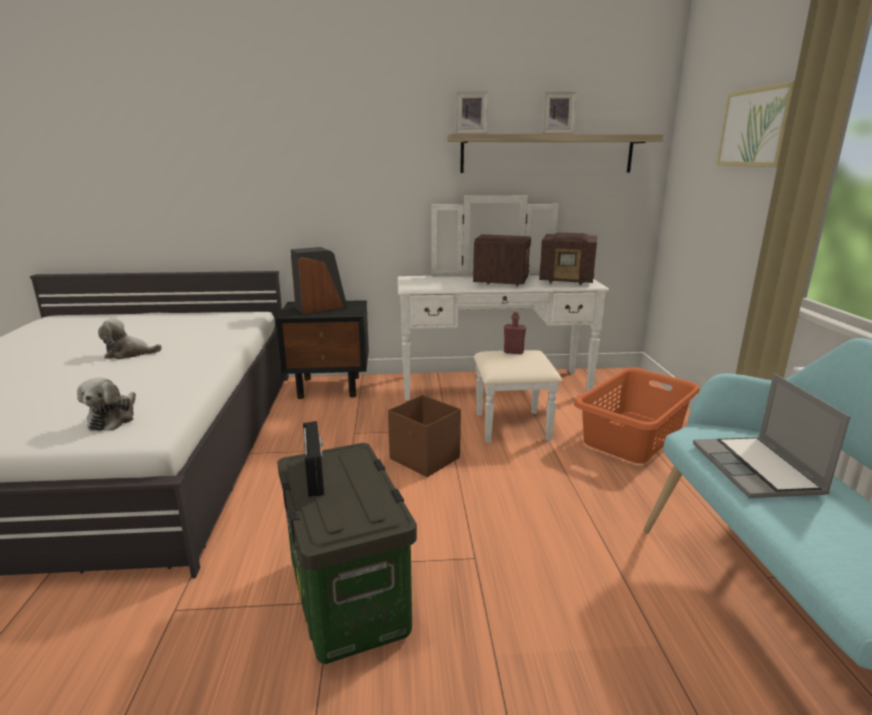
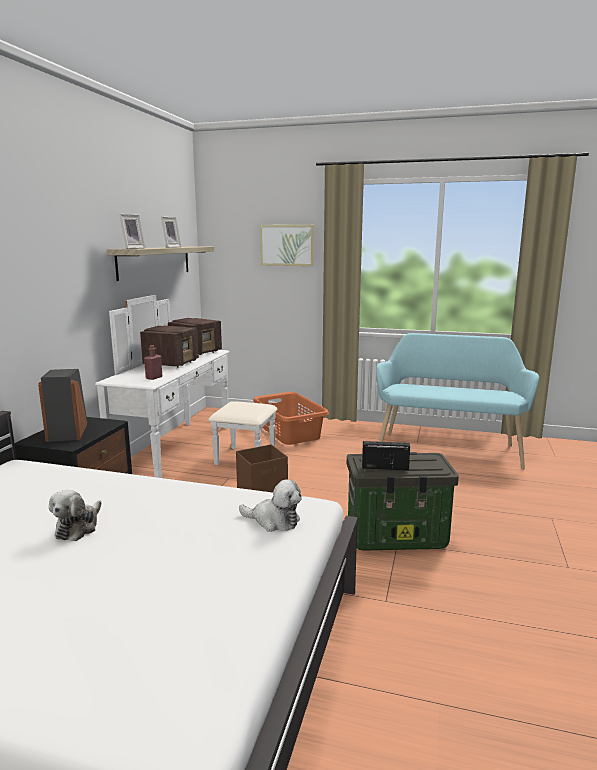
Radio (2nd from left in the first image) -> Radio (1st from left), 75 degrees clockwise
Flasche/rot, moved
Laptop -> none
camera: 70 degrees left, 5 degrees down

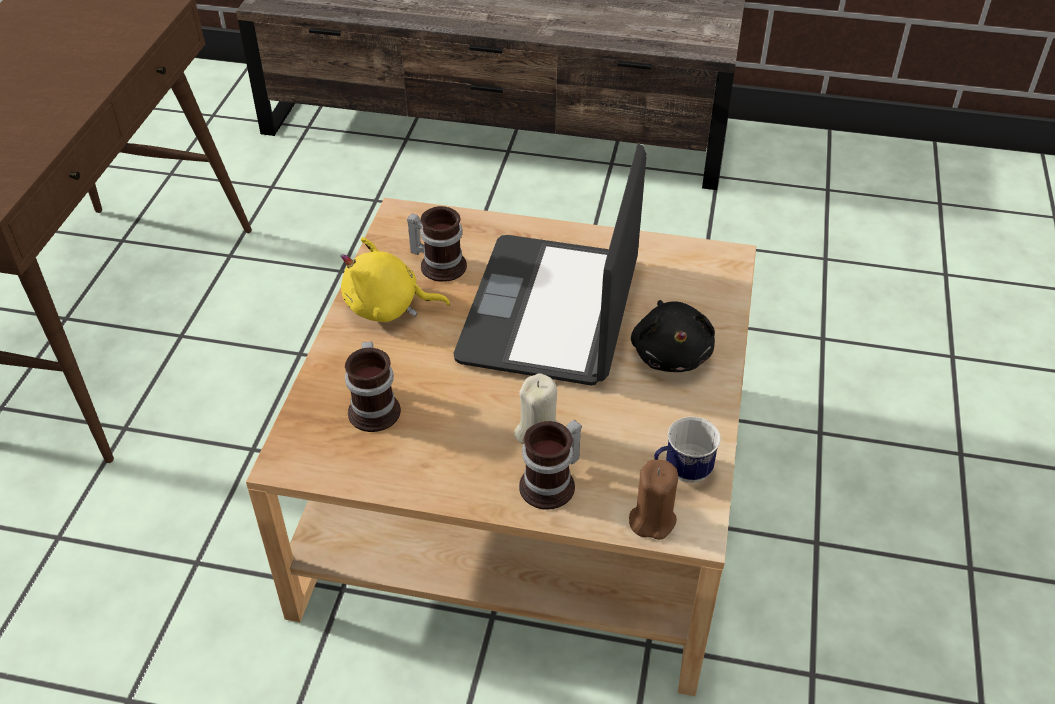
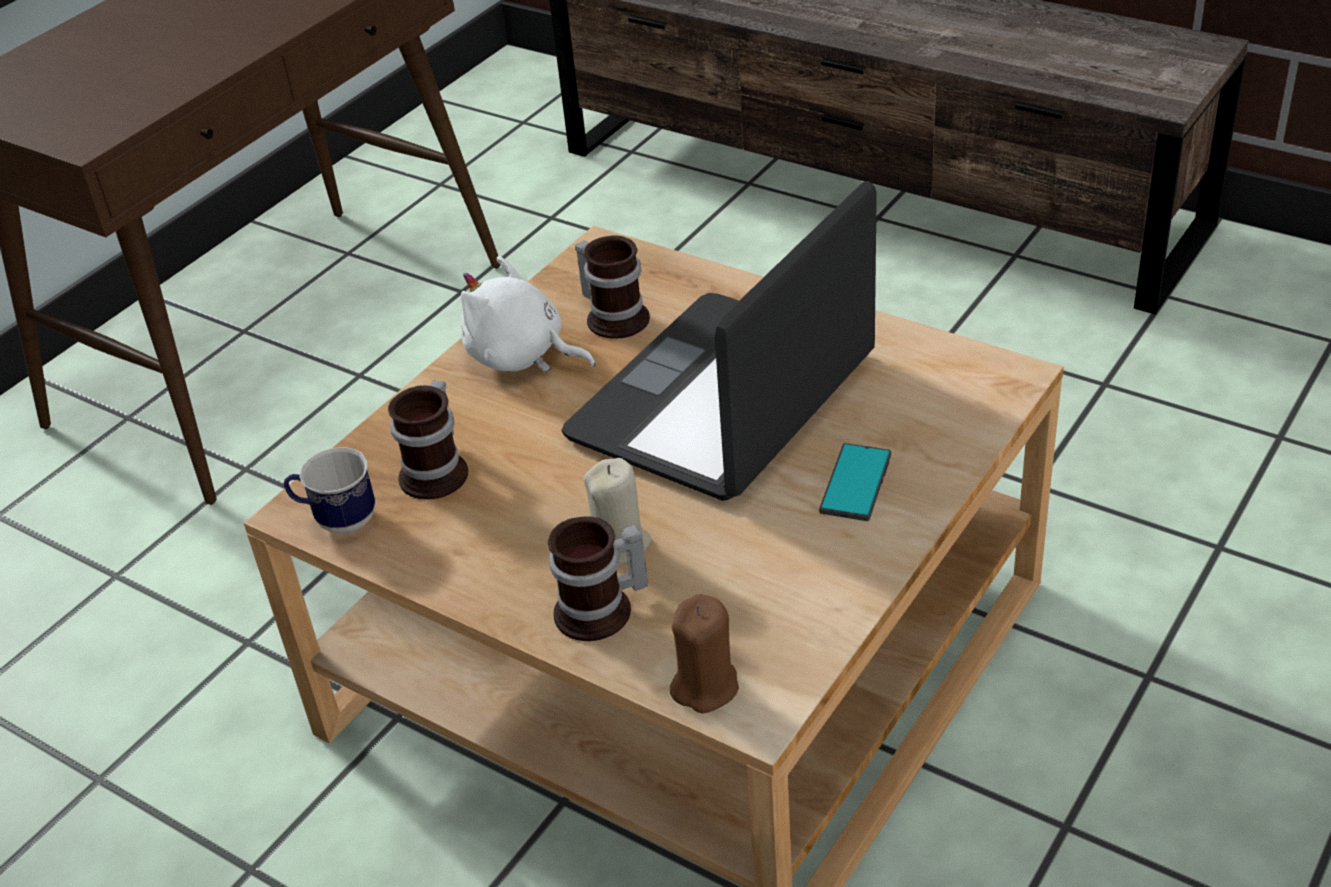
Plüschtier/gelb -> Plüschtier/weiß
Plüschtier/schwarz -> Handy
Henkelbecher (4th from left in the first image) -> Henkelbecher (1st from left), moved
camera: 25 degrees right, 5 degrees down

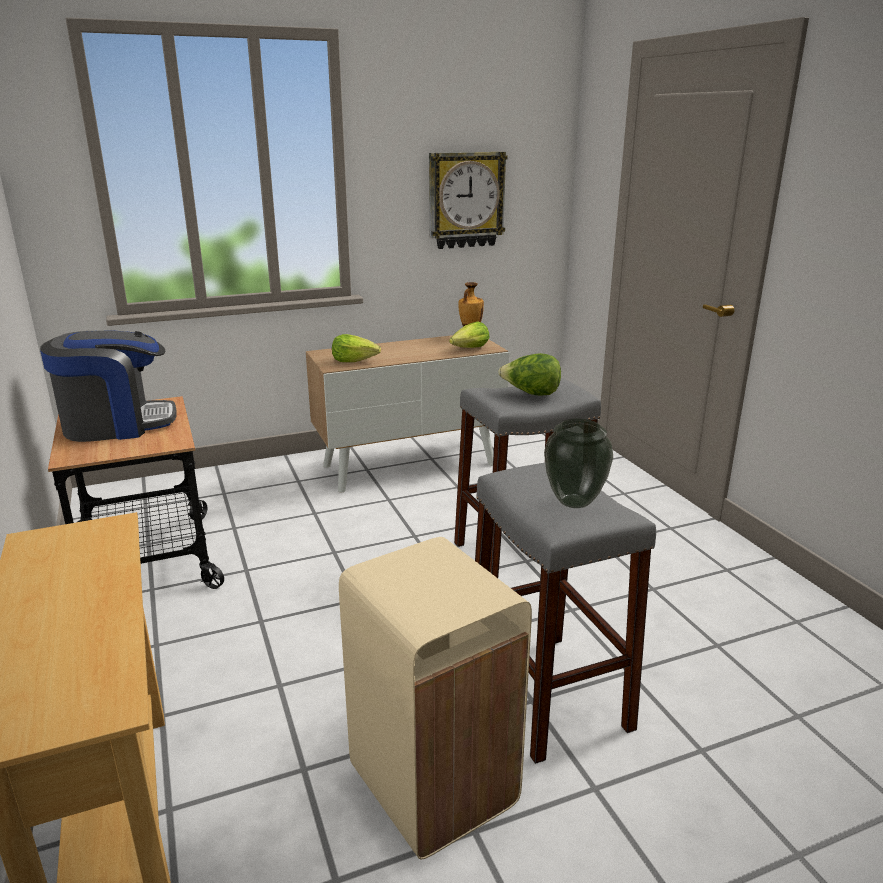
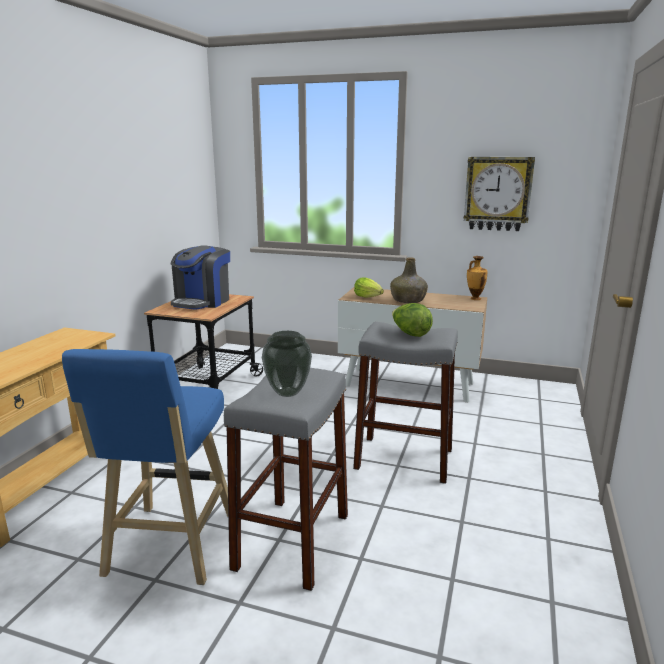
Kaffeemaschine, 90 degrees clockwise
Mülleimer/beige -> Hocker/blau
Salatkopf (2nd from left) -> none
none -> Flasche/grün
camera: 40 degrees right, 5 degrees down

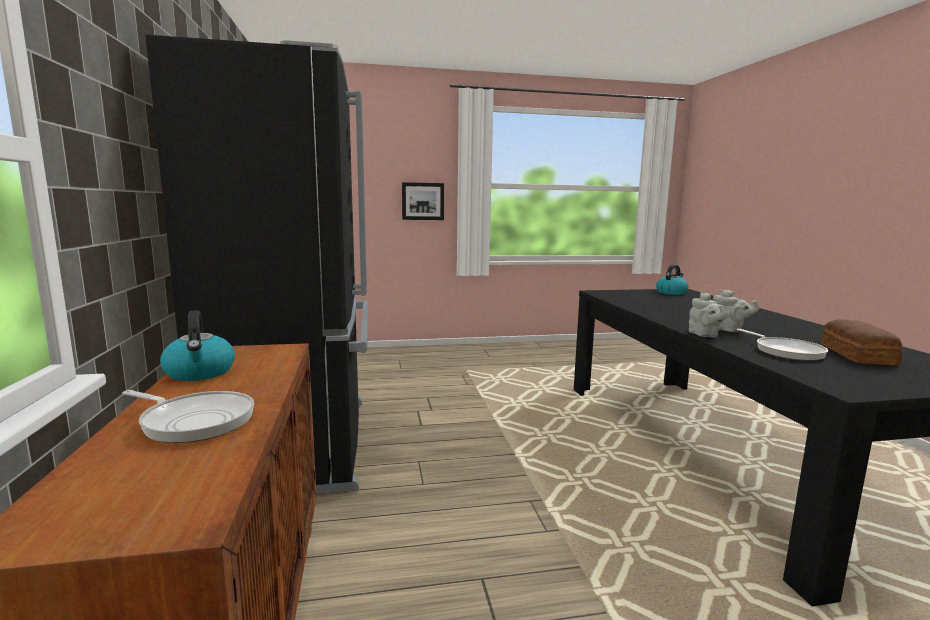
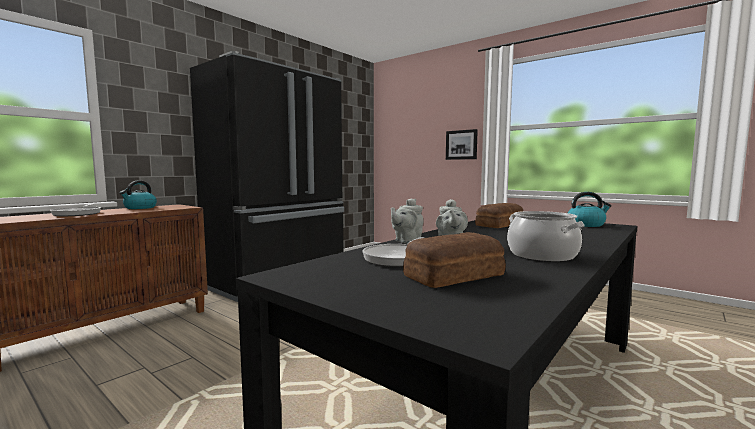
none -> Brot (2nd from left)
none -> Kochtopf
camera: 50 degrees right, 5 degrees down

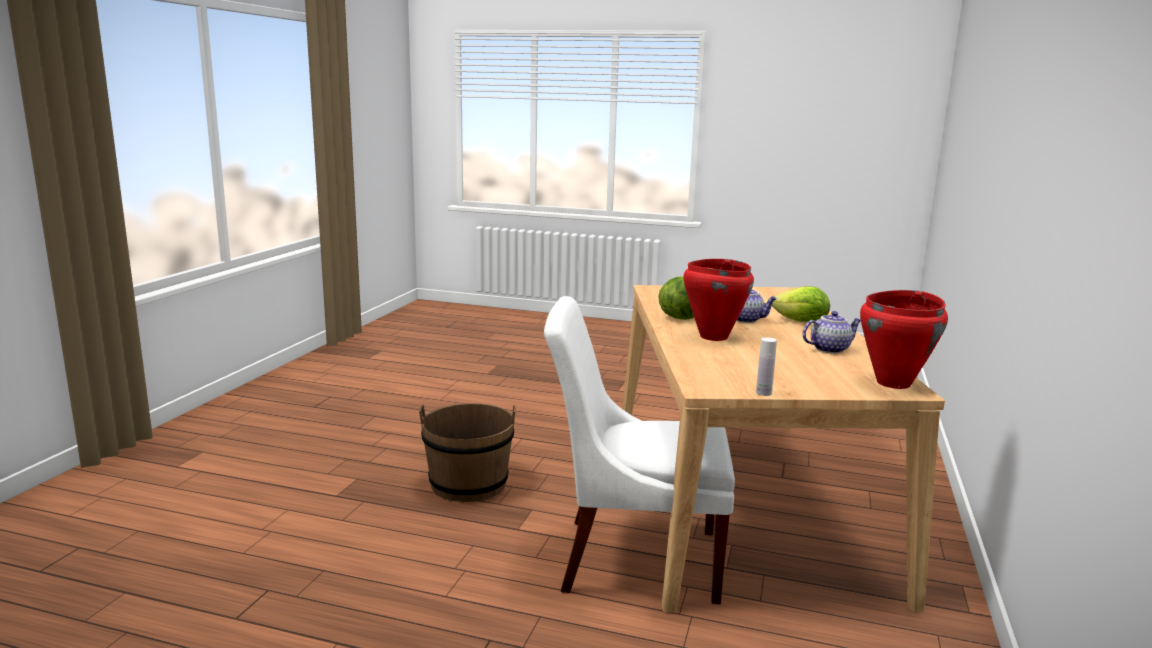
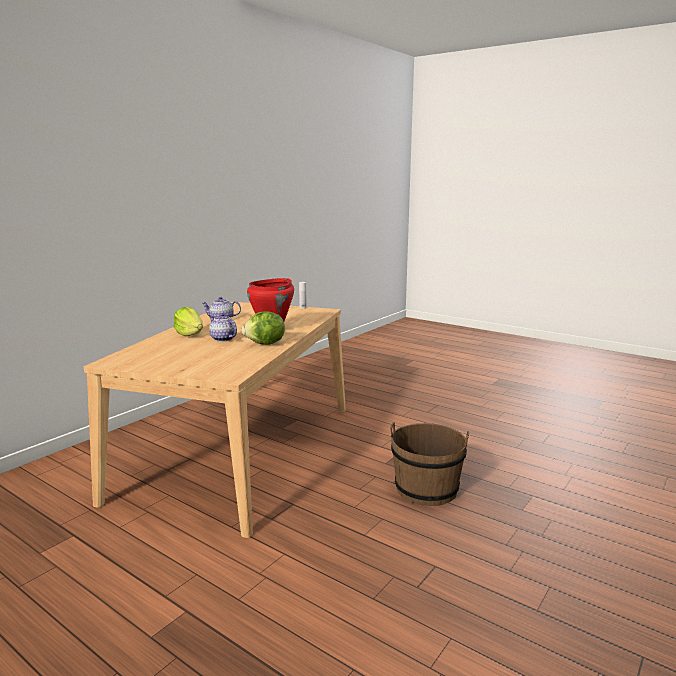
Stuhl/weiß -> none
Kochtopf/rot (2nd from left) -> none
camera: 160 degrees left, 0 degrees up

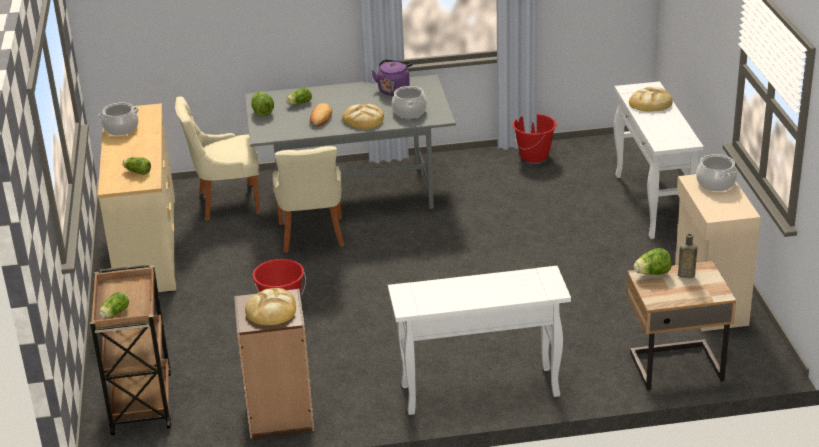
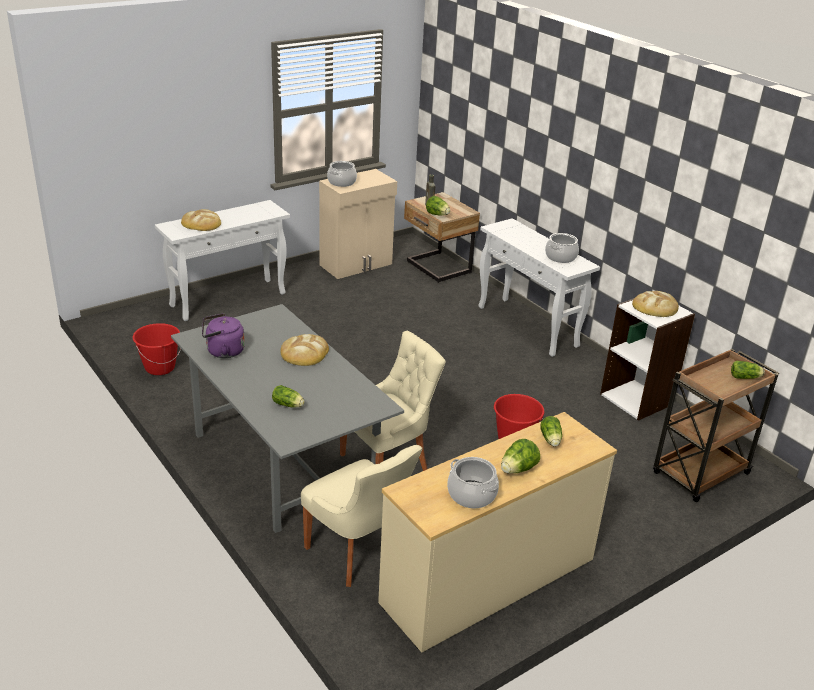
Bücherregal/braun -> Bücherregal/weiß
Salatkopf (3rd from left), moved
Brot (2nd from left) -> none
Kochtopf (2nd from left in the first image) -> Kochtopf (3rd from left), moved
camera: 120 degrees left, 0 degrees up

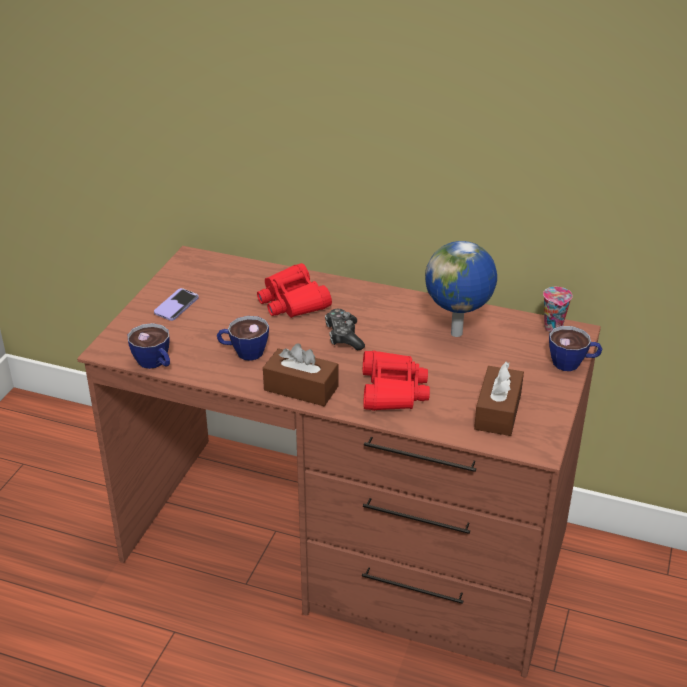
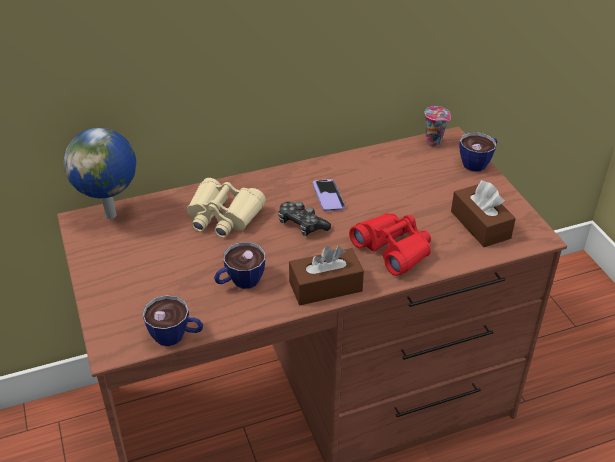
Handy, moved
Fernglas/rot (1st from left) -> Fernglas/beige
Globus, moved
camera: 40 degrees left, 5 degrees up

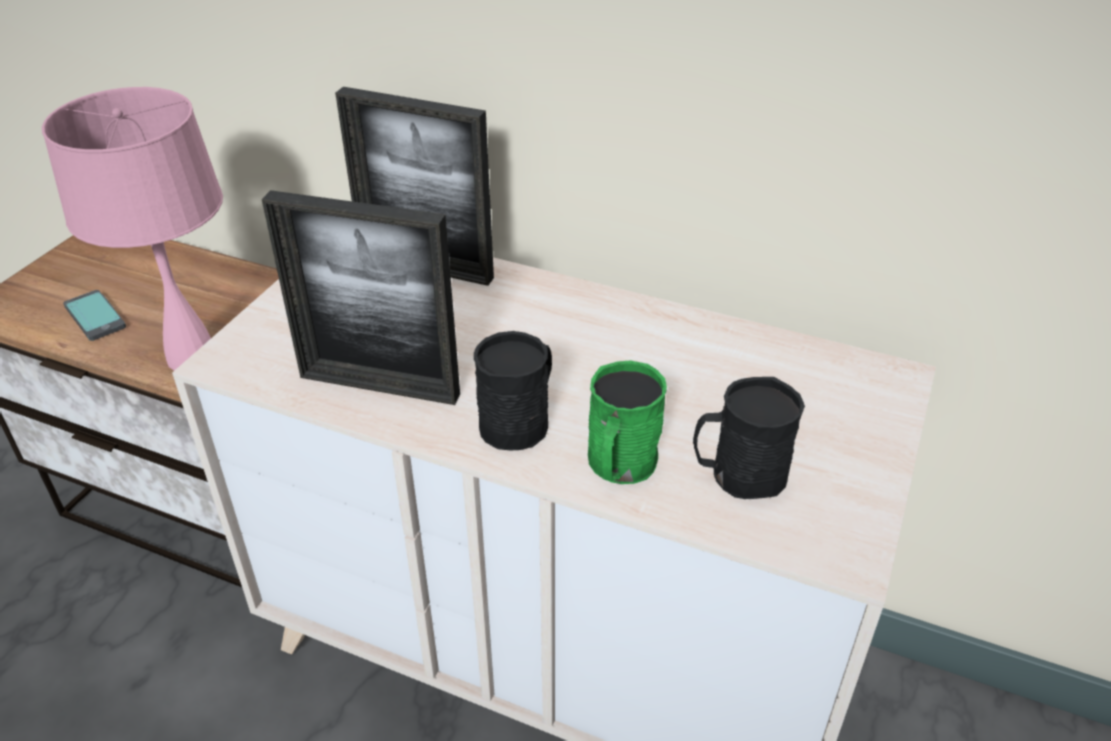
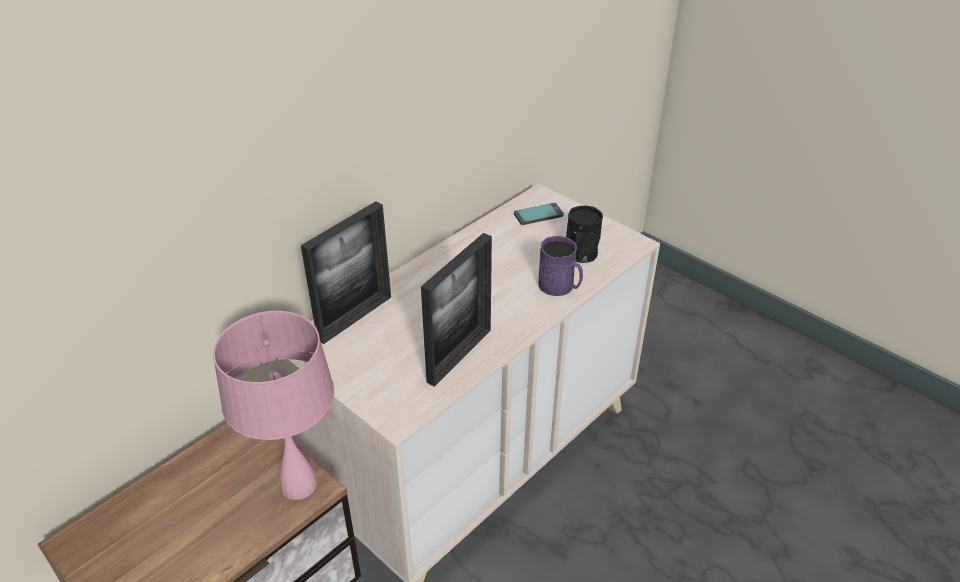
Handy, moved
Henkelbecher/schwarz (1st from left) -> none
Henkelbecher/grün -> Henkelbecher/lila
camera: 70 degrees left, 0 degrees up

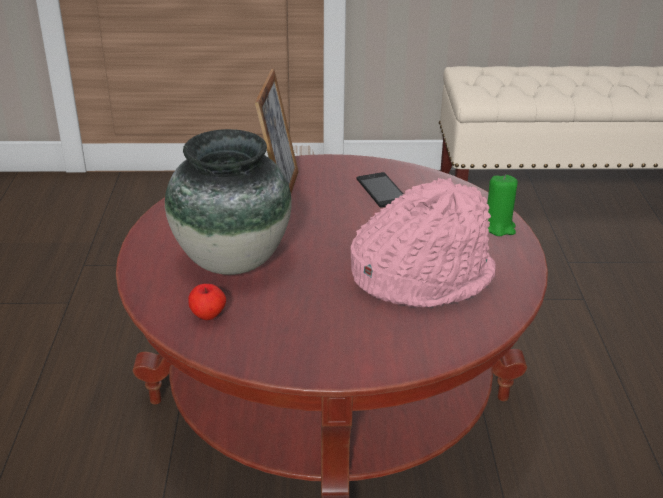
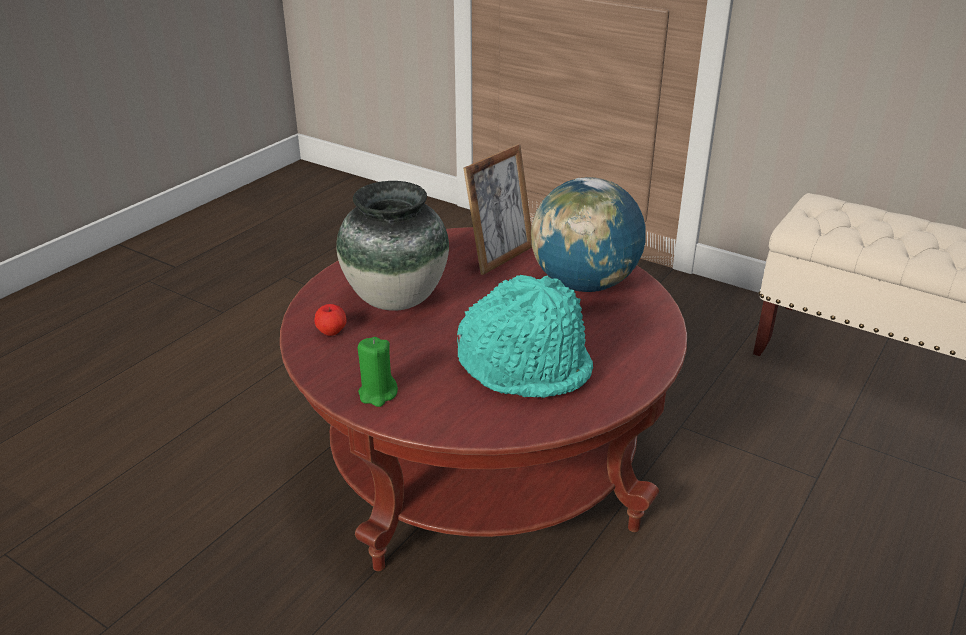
Hut/rosa -> Hut/türkis
Handy -> Globus
Kerze/grün, moved
camera: 35 degrees right, 0 degrees up

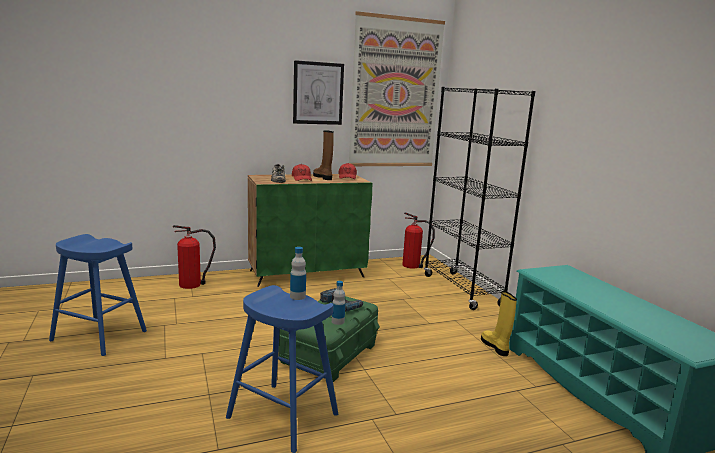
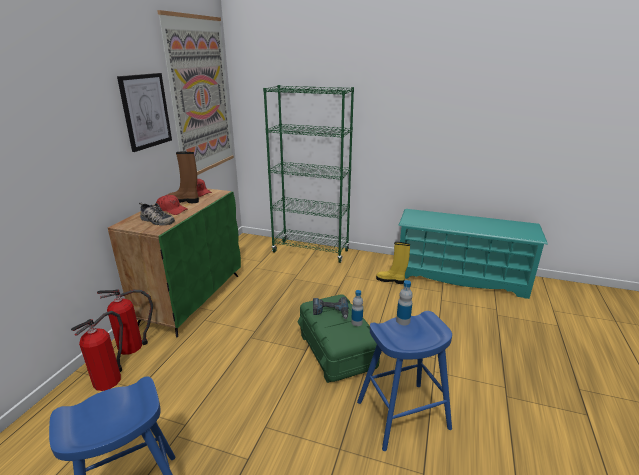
Feuerlöscher (2nd from left), moved
Bücherregal/schwarz -> Bücherregal/grün
camera: 50 degrees left, 10 degrees up

